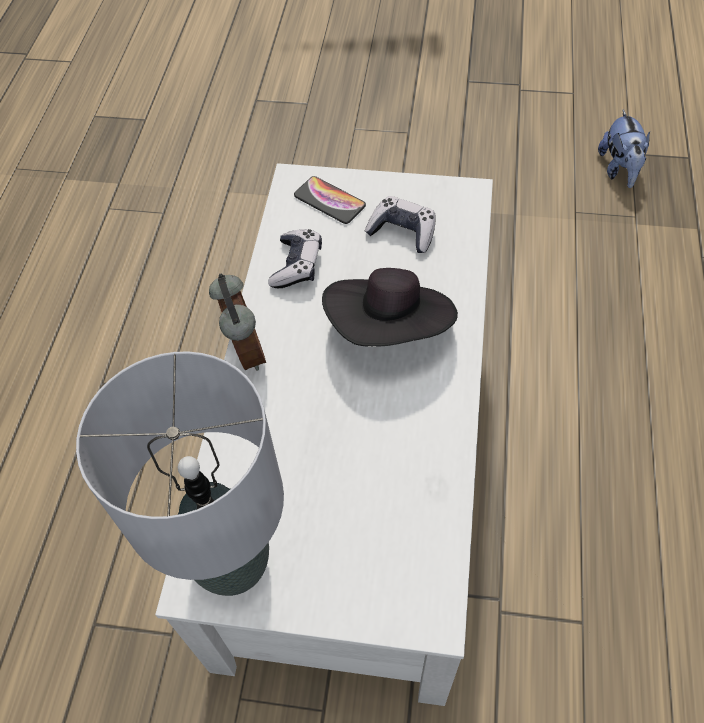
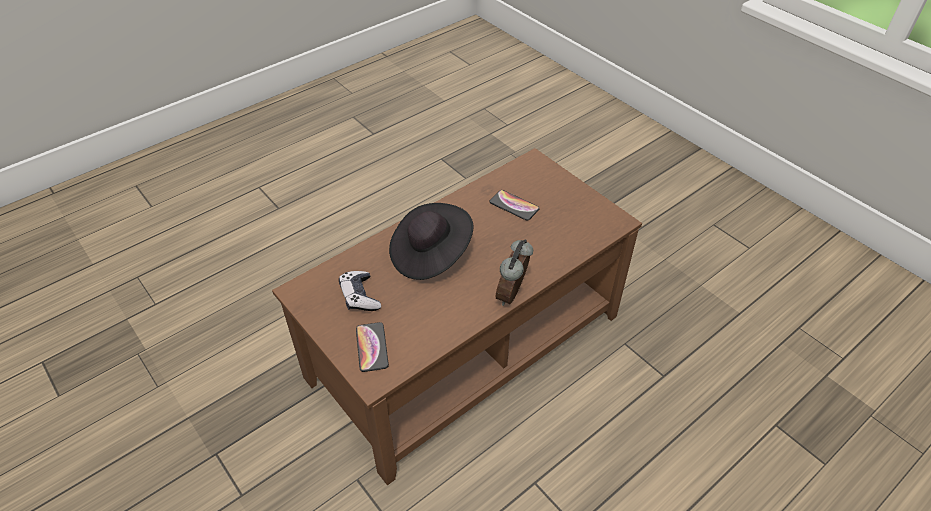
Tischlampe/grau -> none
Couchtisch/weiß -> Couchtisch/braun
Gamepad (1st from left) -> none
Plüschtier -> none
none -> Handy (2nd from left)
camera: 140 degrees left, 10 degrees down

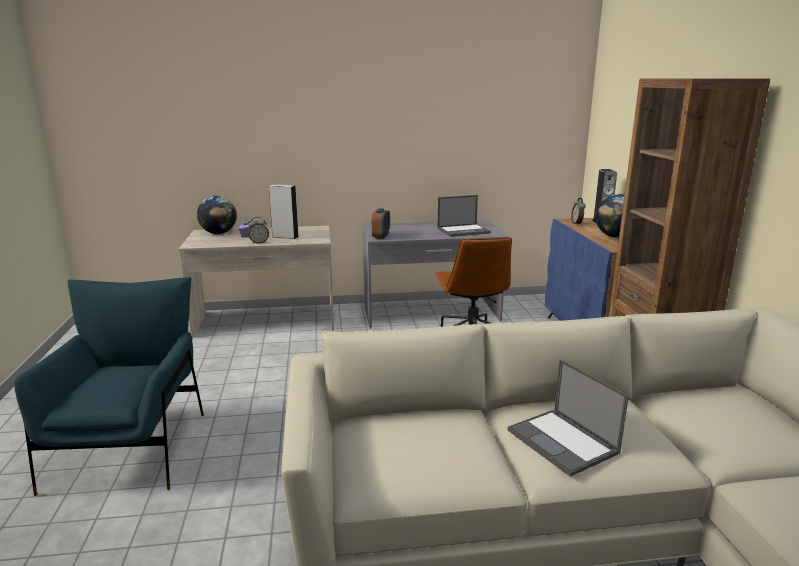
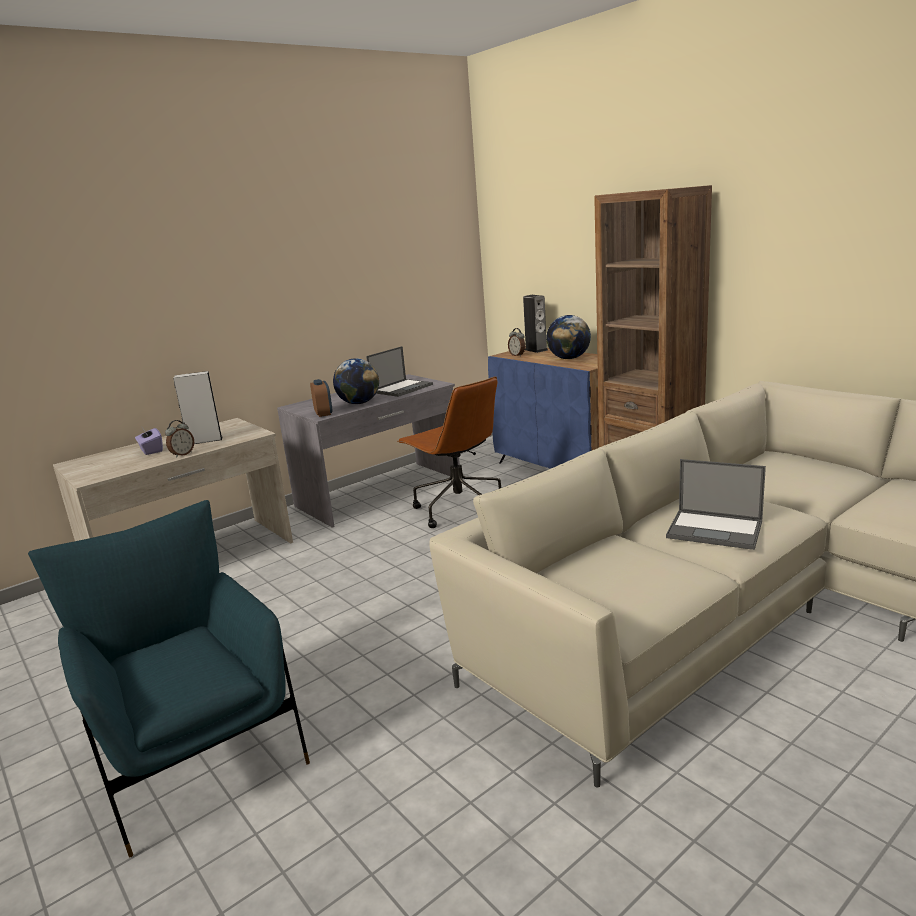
Globus (1st from left), moved
camera: 30 degrees left, 0 degrees up

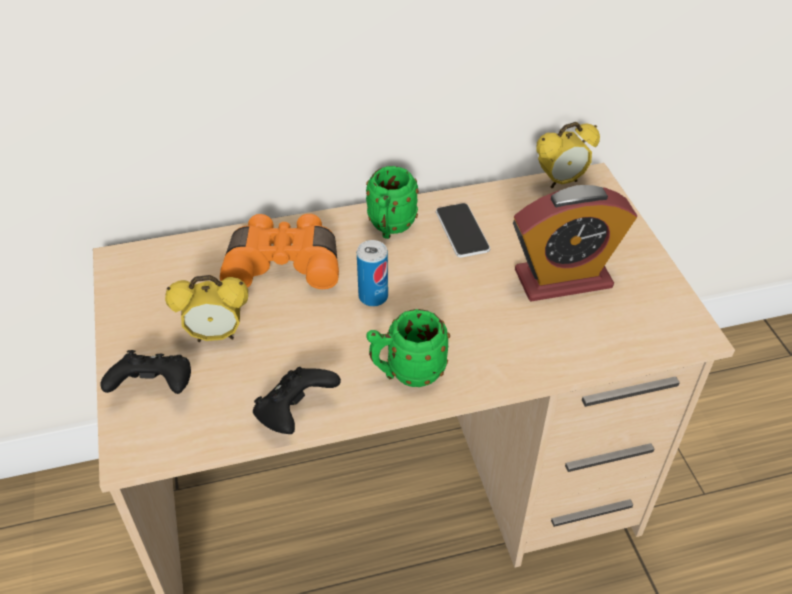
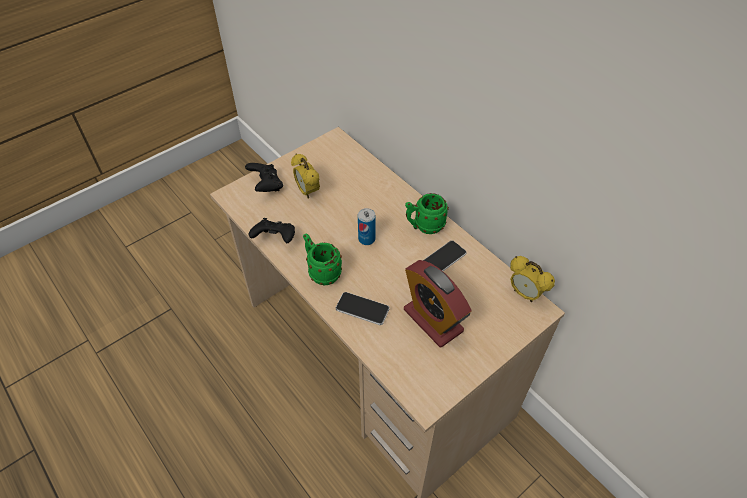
Fernglas/orange -> none
none -> Handy (1st from left)
camera: 65 degrees right, 5 degrees up

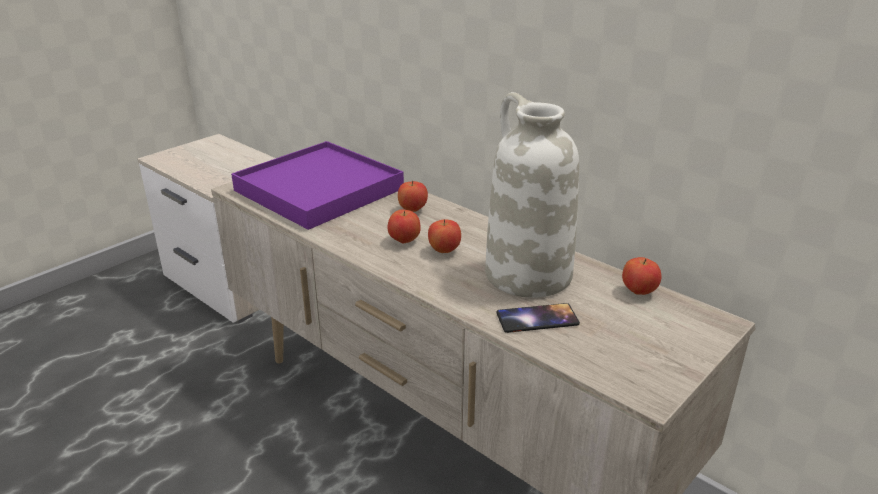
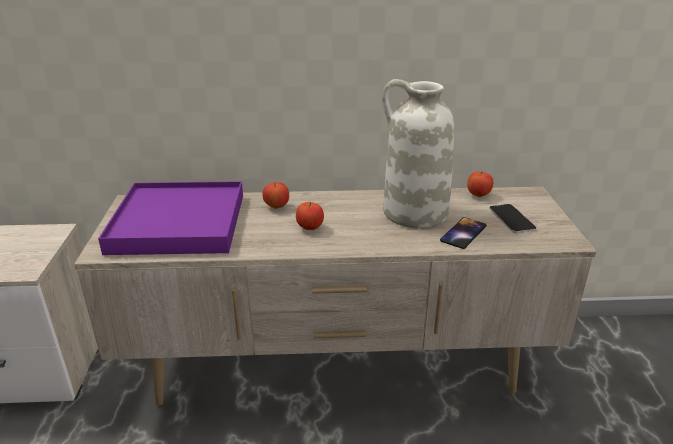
Apfel (3rd from left) -> none
none -> Handy (2nd from left)
camera: 45 degrees left, 0 degrees up

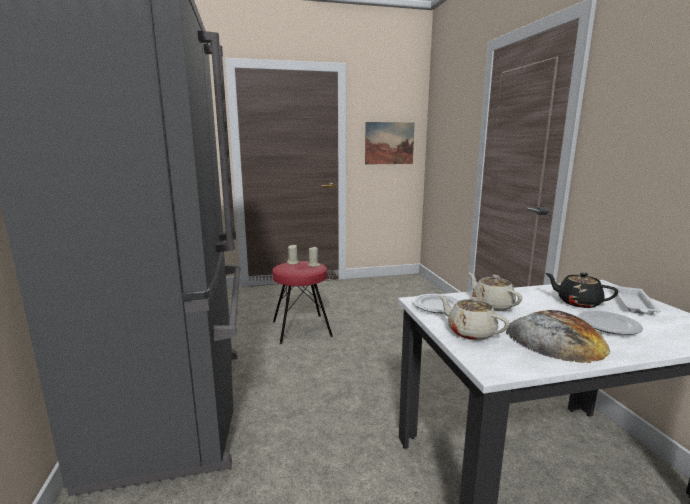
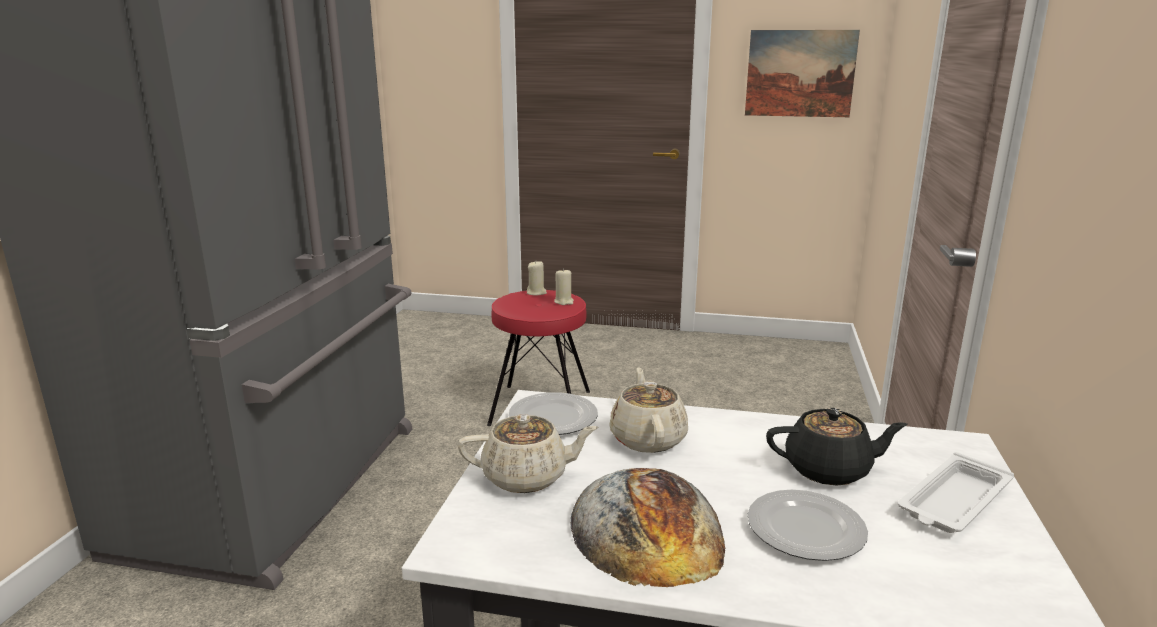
Teekanne/beige (1st from left), 105 degrees clockwise
Teekanne/schwarz, 120 degrees clockwise
camera: 25 degrees right, 5 degrees up

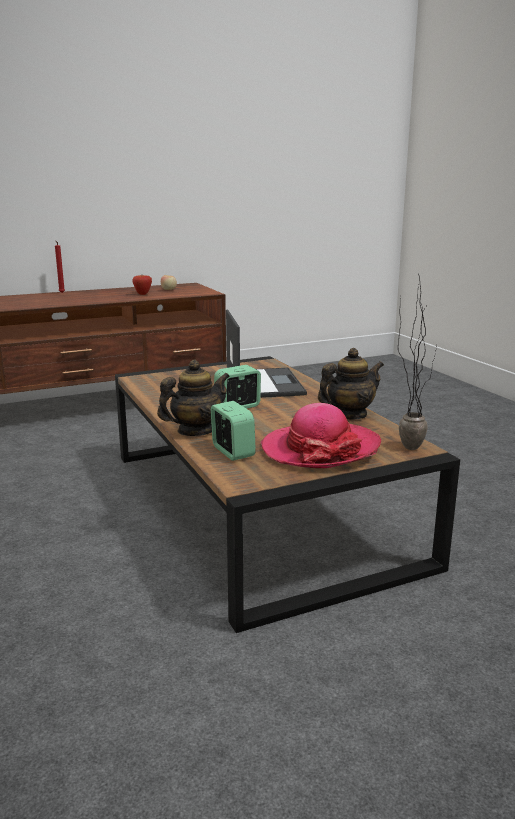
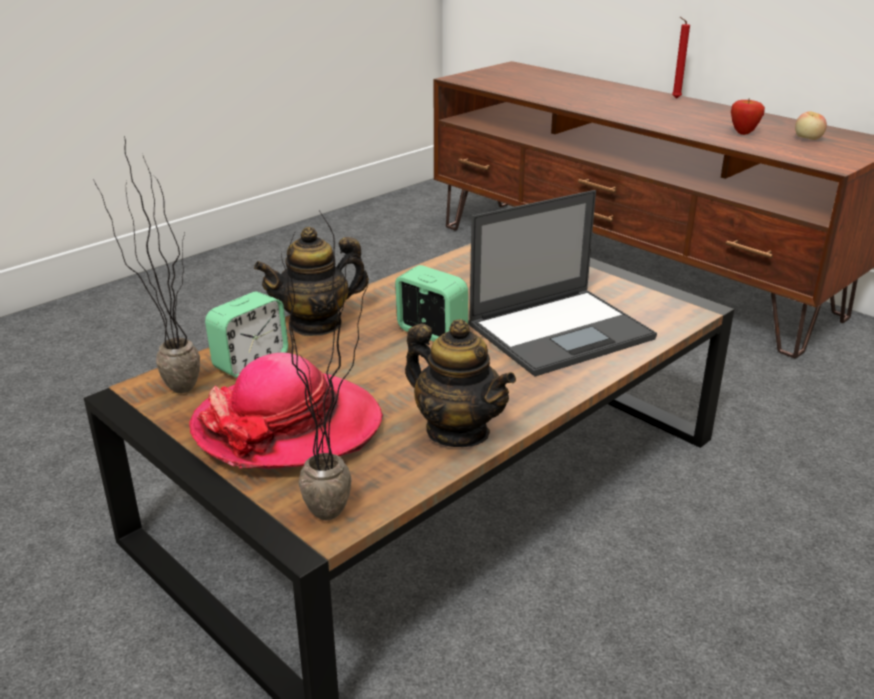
Teekanne (1st from left), 120 degrees clockwise
none -> Topfpflanze (1st from left)
camera: 70 degrees right, 10 degrees up

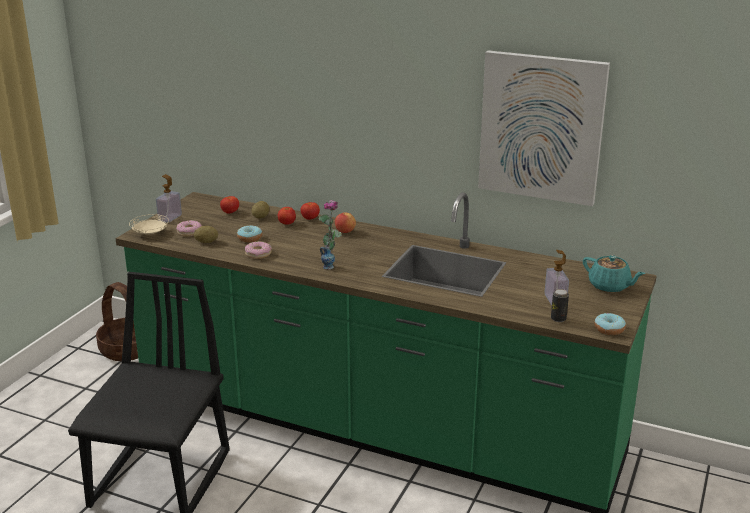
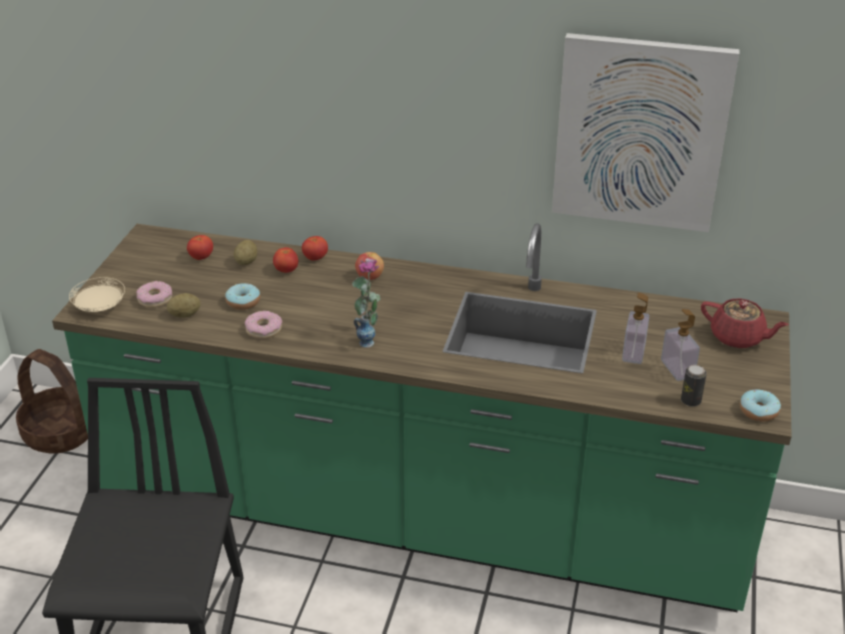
Seifenspender (1st from left), moved
Teekanne/türkis -> Teekanne/rot
camera: 10 degrees left, 10 degrees up

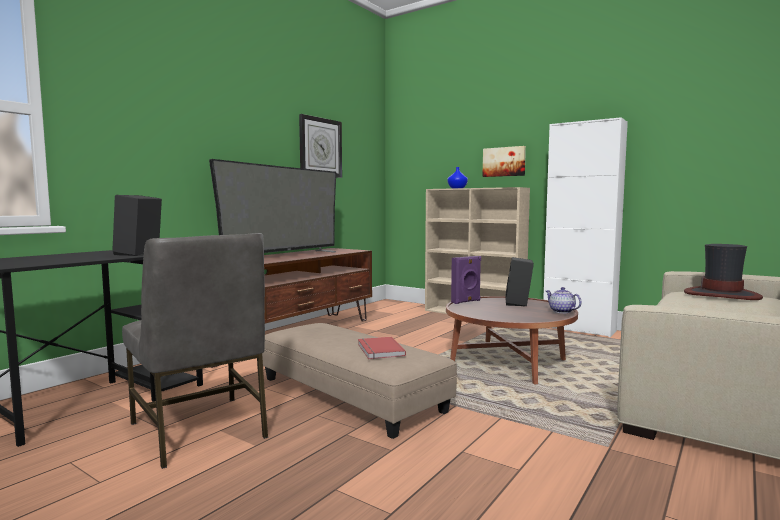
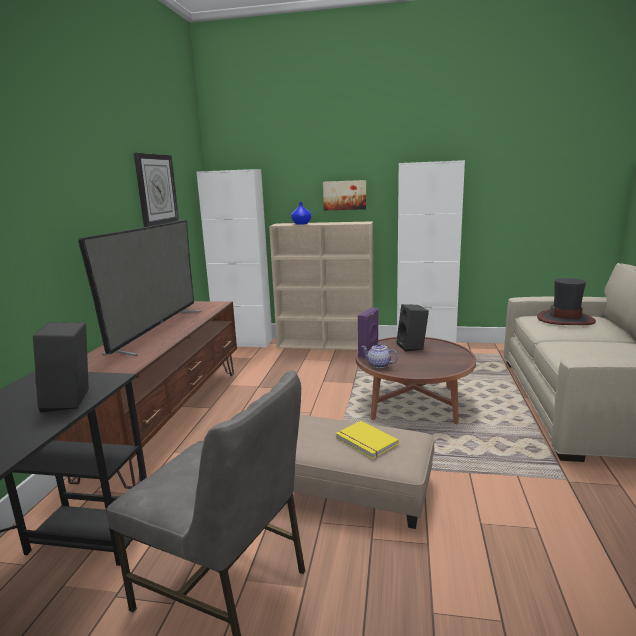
Buch/rot -> Buch/gelb
Teekanne, moved
none -> Schrank/weiß (1st from left)
camera: 25 degrees left, 10 degrees up

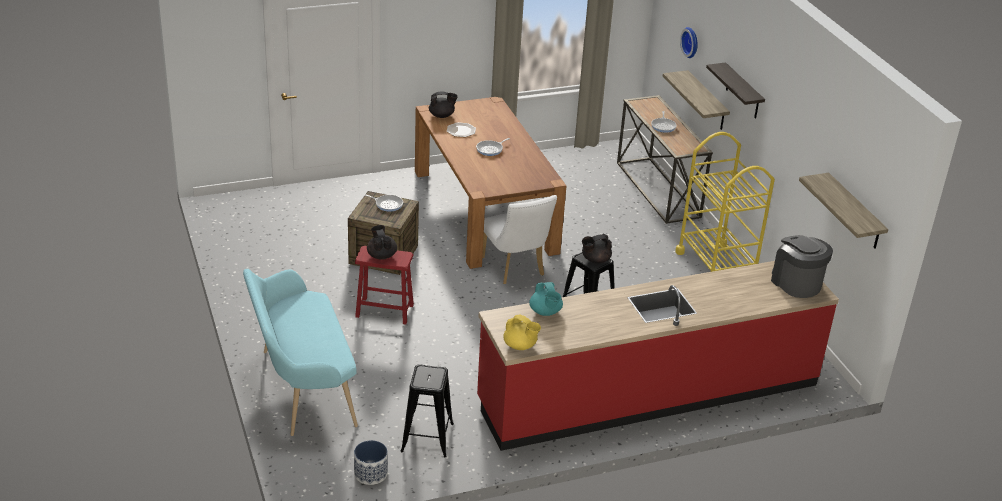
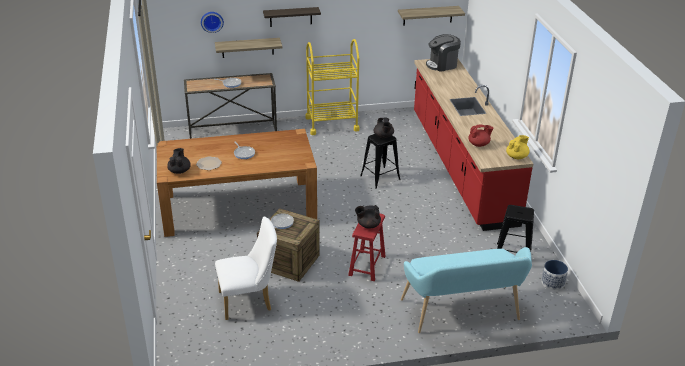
Stuhl/weiß, moved
Teekanne/türkis -> Teekanne/rot
camera: 80 degrees left, 0 degrees up

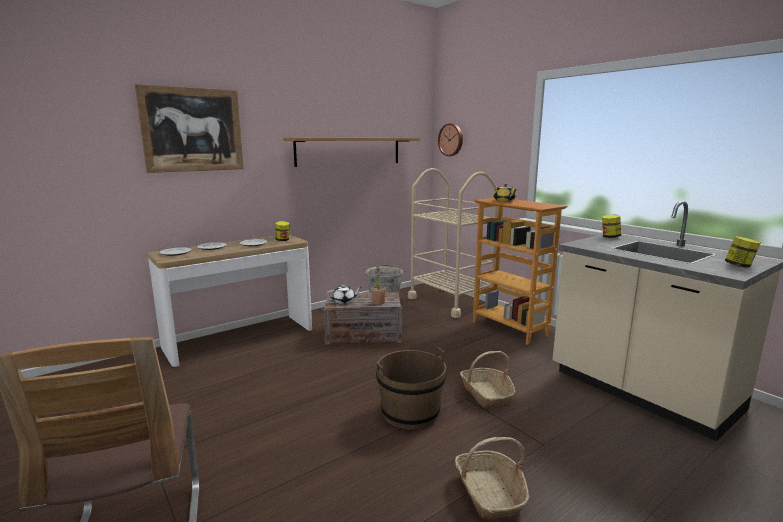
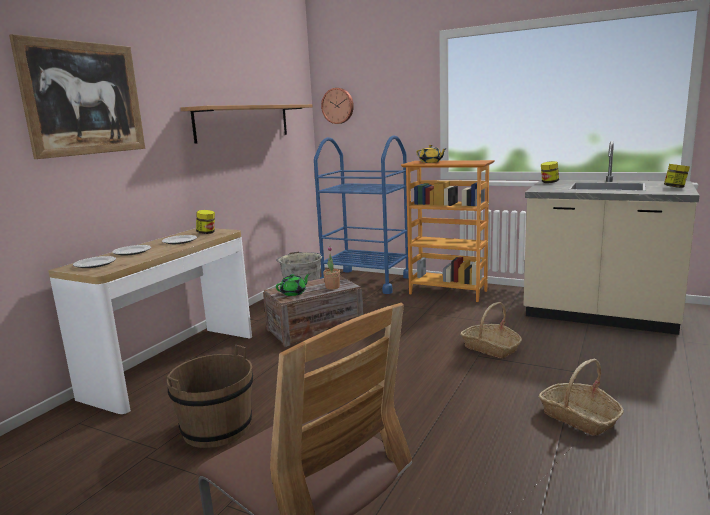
Teekanne/weiß -> Teekanne/grün
Eimer/braun, moved
Rollwagen/beige -> Rollwagen/blau
camera: 25 degrees left, 0 degrees up

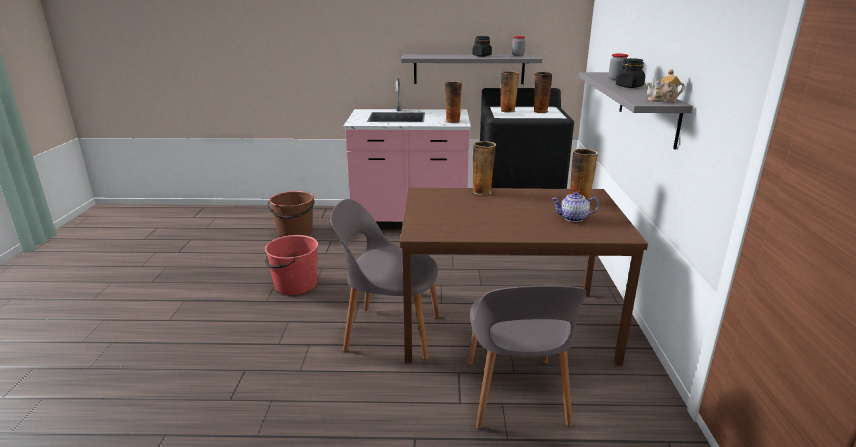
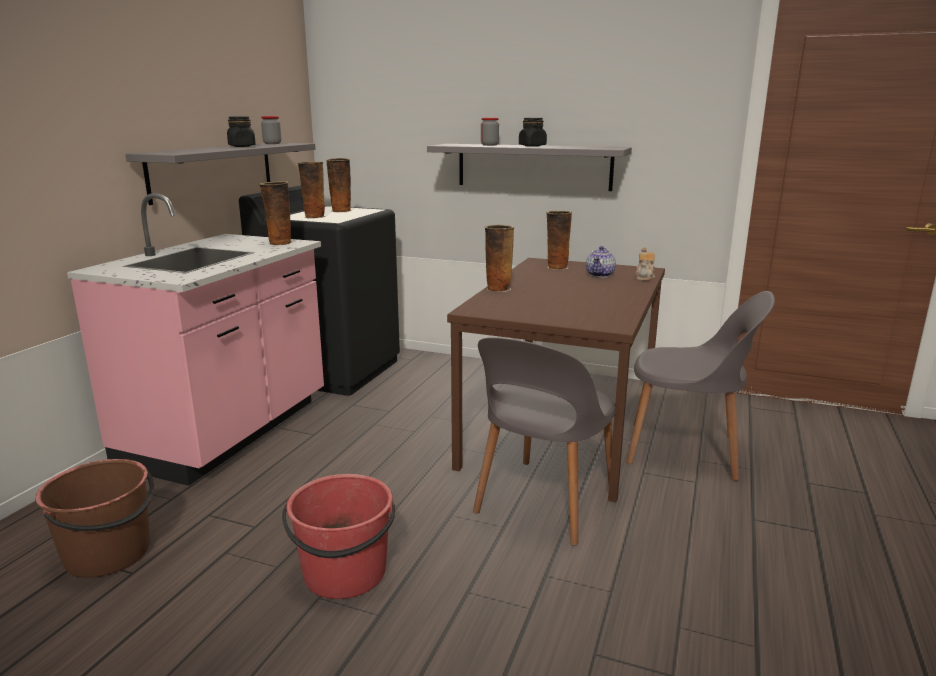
Teekanne (2nd from left), moved
camera: 70 degrees left, 5 degrees down

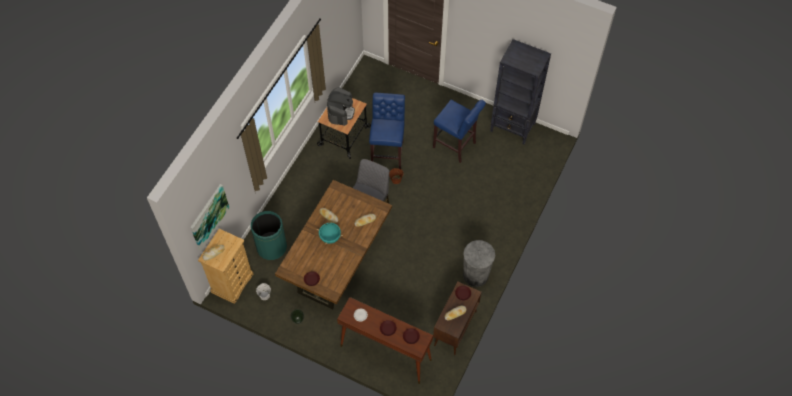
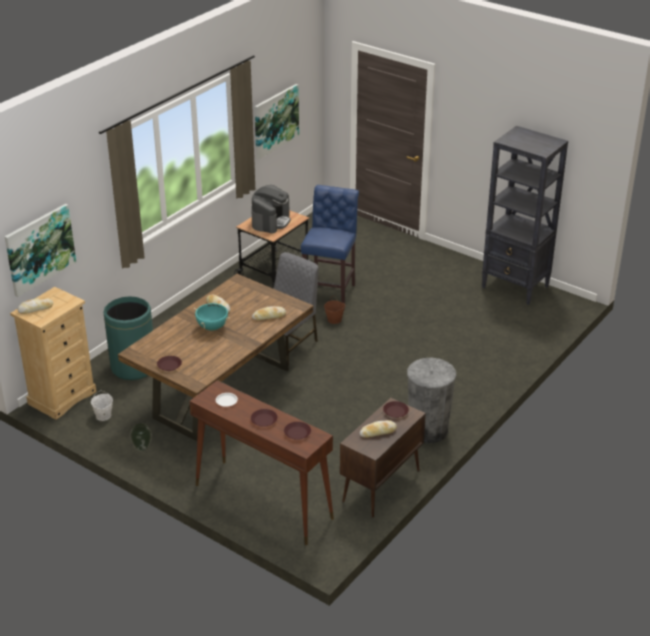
Hocker/blau (2nd from left) -> none
none -> Bild (2nd from left)
camera: 10 degrees right, 25 degrees down

